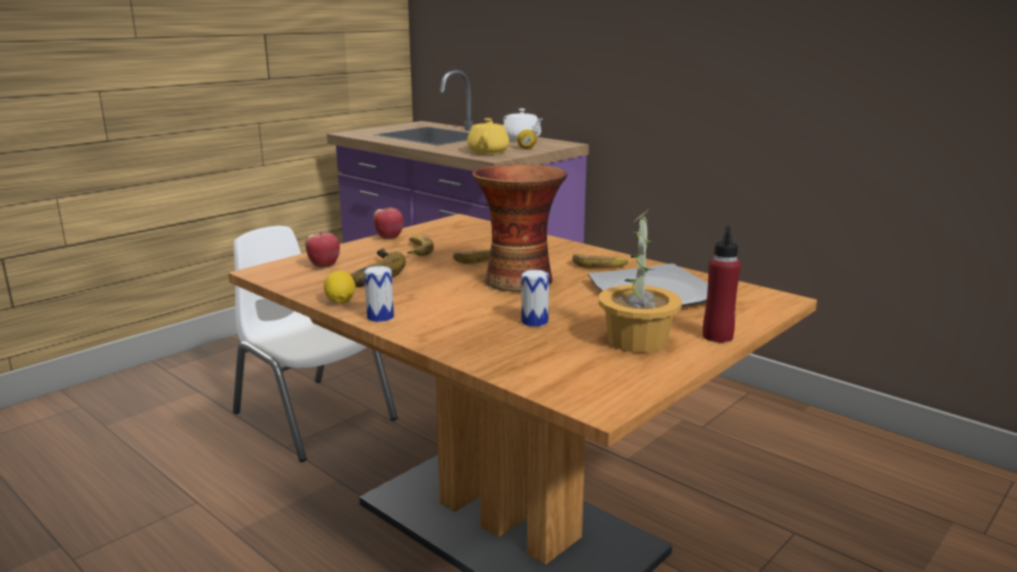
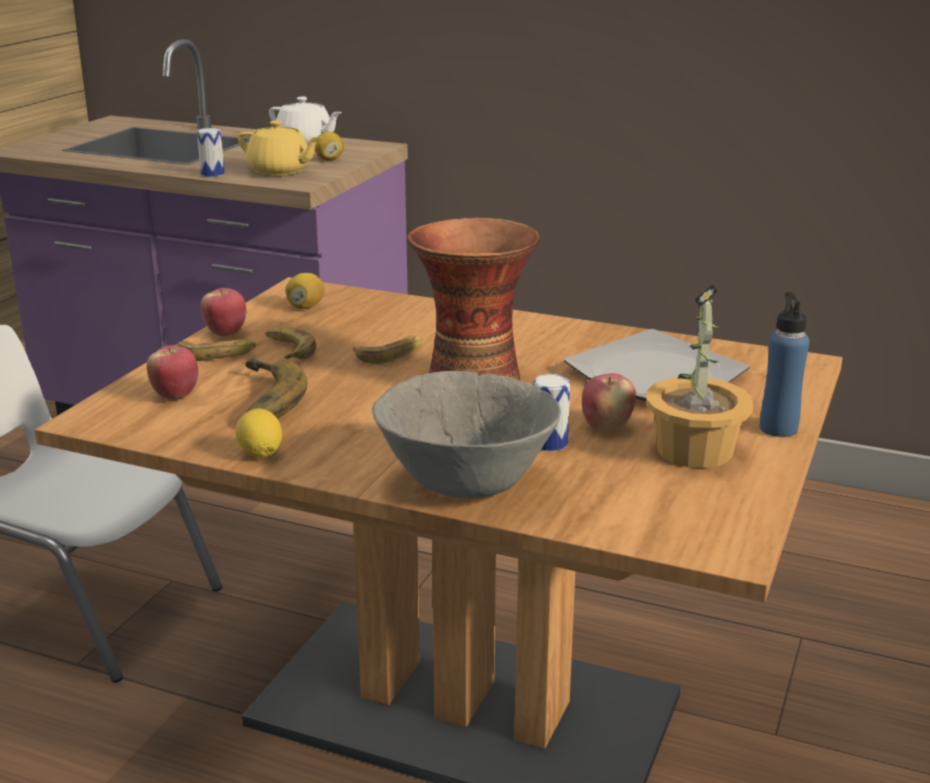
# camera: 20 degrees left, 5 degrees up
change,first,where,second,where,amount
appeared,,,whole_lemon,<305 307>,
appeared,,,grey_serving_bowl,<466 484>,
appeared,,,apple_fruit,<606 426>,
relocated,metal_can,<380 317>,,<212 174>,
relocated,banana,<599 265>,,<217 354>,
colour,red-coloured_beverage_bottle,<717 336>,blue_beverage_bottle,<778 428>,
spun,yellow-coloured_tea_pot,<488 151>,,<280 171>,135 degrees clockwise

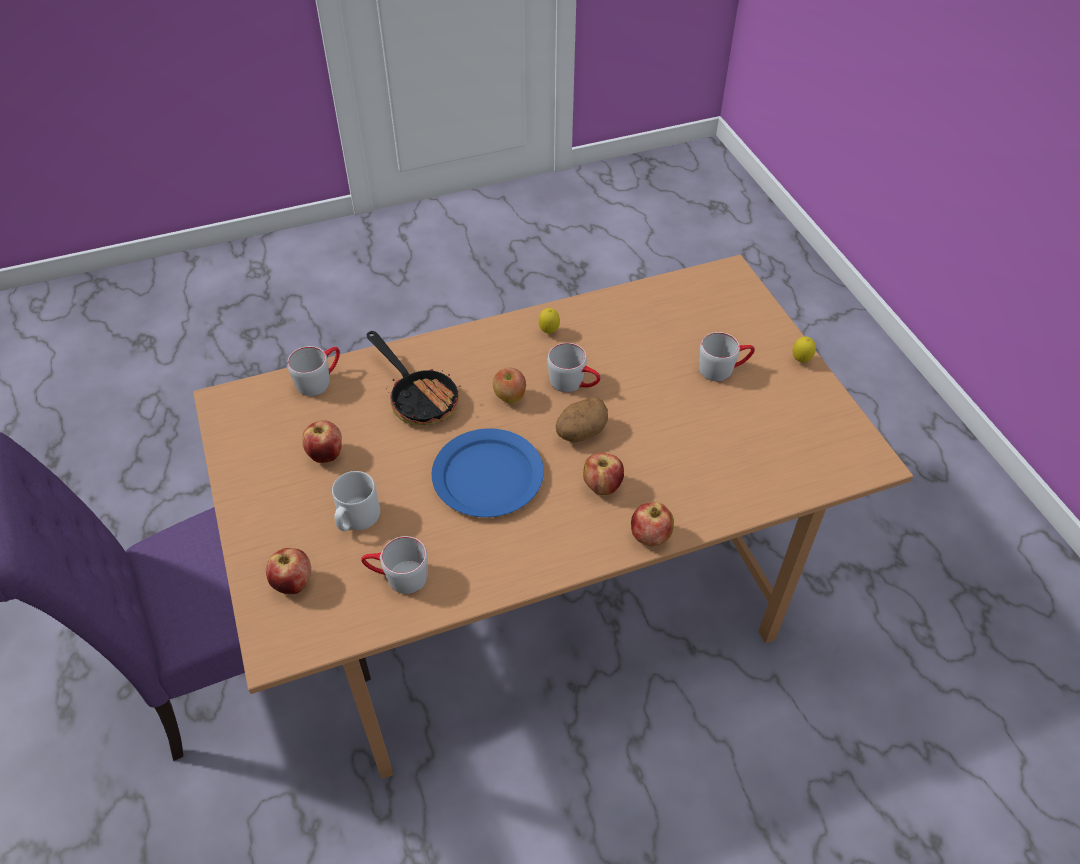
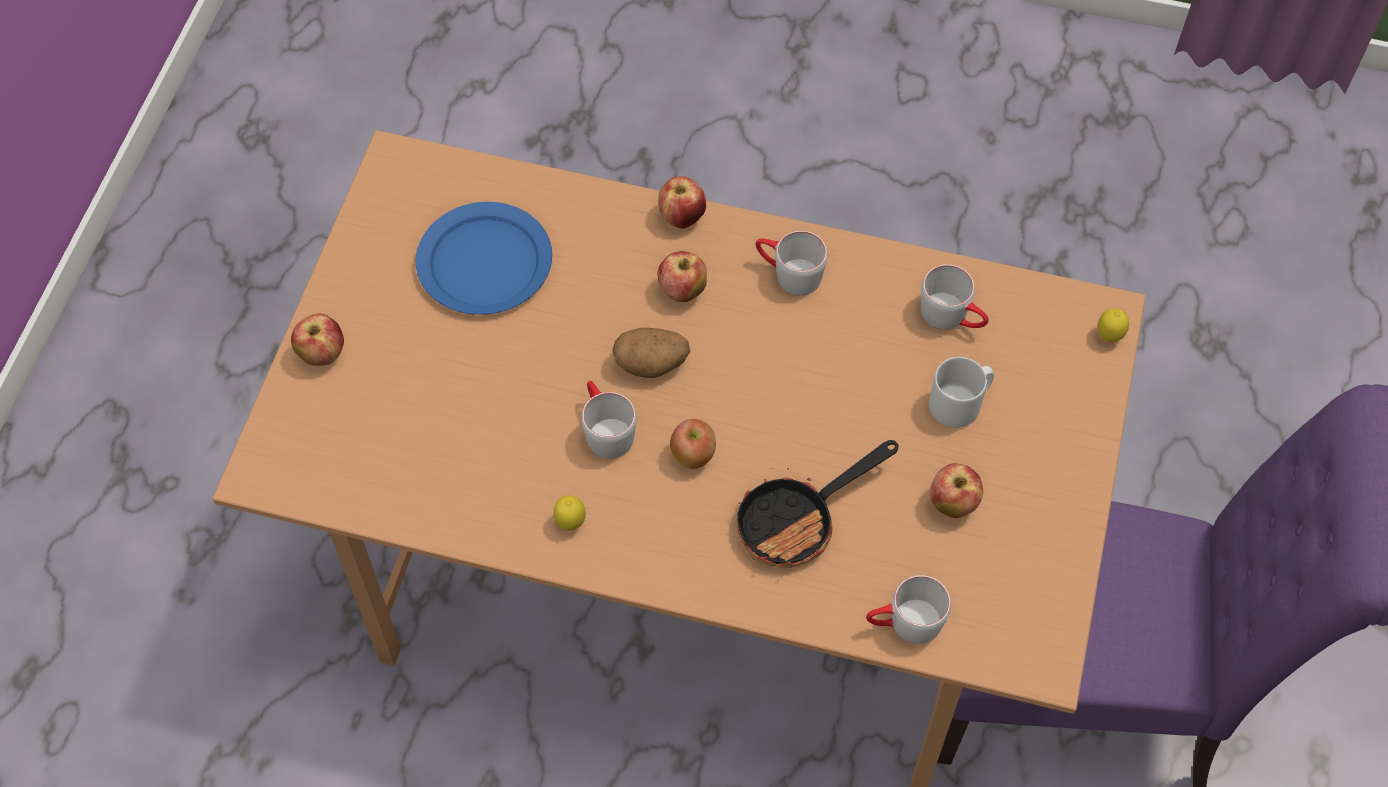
# camera: 145 degrees left, 10 degrees up
change,first,where,second,where,amount
relocated,apple_fruit,<293 583>,,<322 354>,
relocated,blue_plate,<487 476>,,<486 262>,
relocated,grey_coffee_mug,<723 368>,,<788 274>,
relocated,whole_lemon,<800 360>,,<1109 336>,
spun,frying_pan,<419 397>,,<798 521>,120 degrees counterclockwise

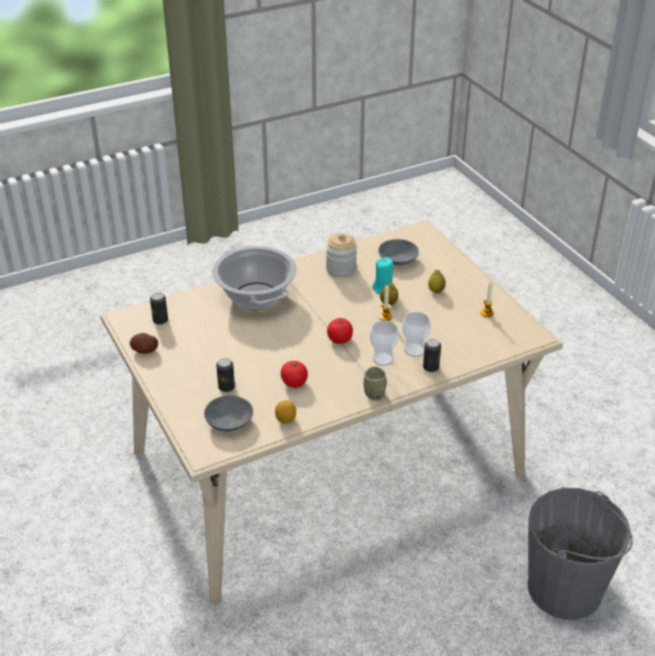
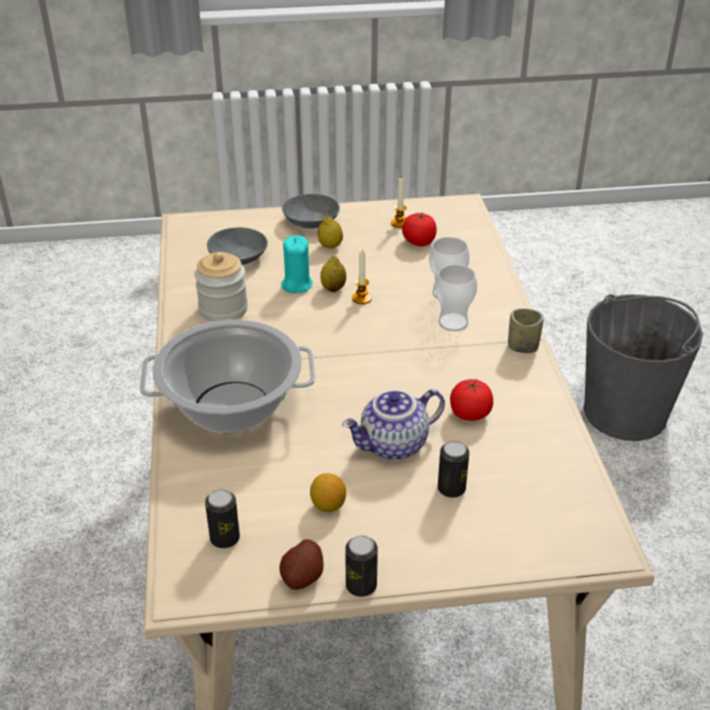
# camera: 70 degrees left, 0 degrees up
change,first,where,second,where,amount
appeared,,,tea_pot,<394 446>,
relocated,grey_serving_bowl,<229 422>,,<312 221>,
relocated,whole_lemon,<285 420>,,<328 505>,
relocated,tomato,<340 339>,,<419 242>,
relocated,metal_can,<431 367>,,<361 585>,

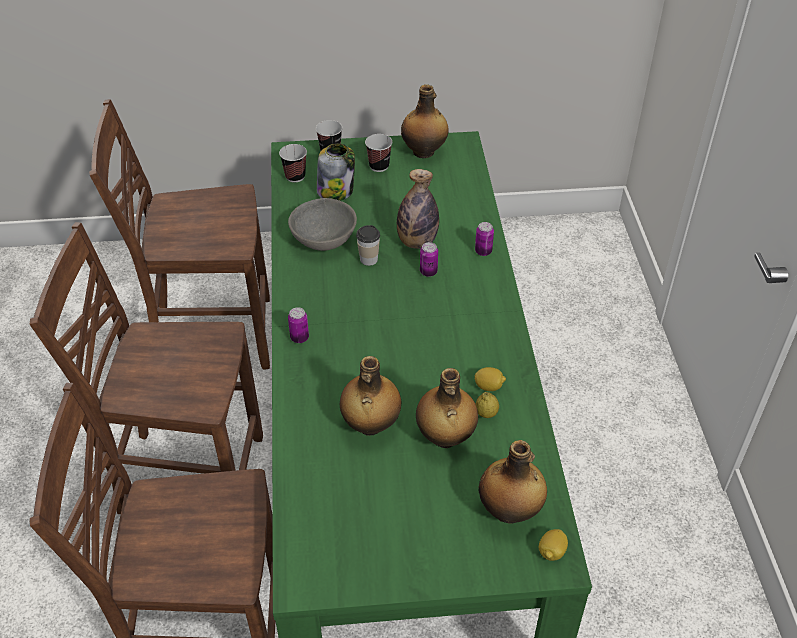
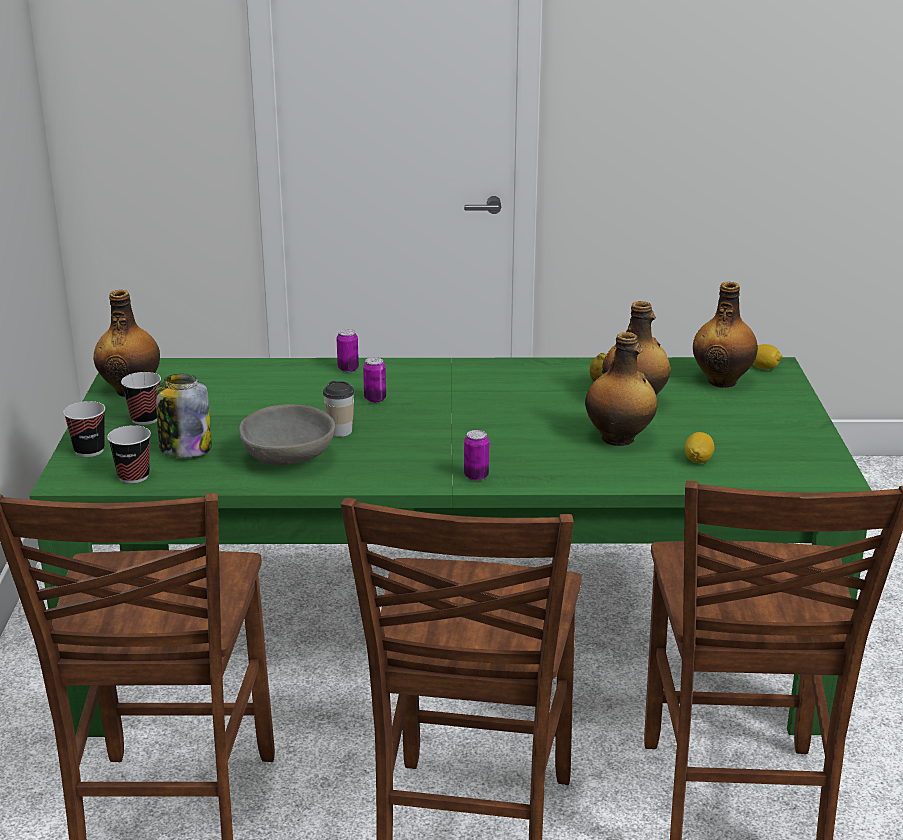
# camera: 85 degrees left, 20 degrees down
change,first,where,second,where,amount
missing,beverage_bottle,<417 242>,,,
relocated,whole_lemon,<489 386>,,<698 460>,

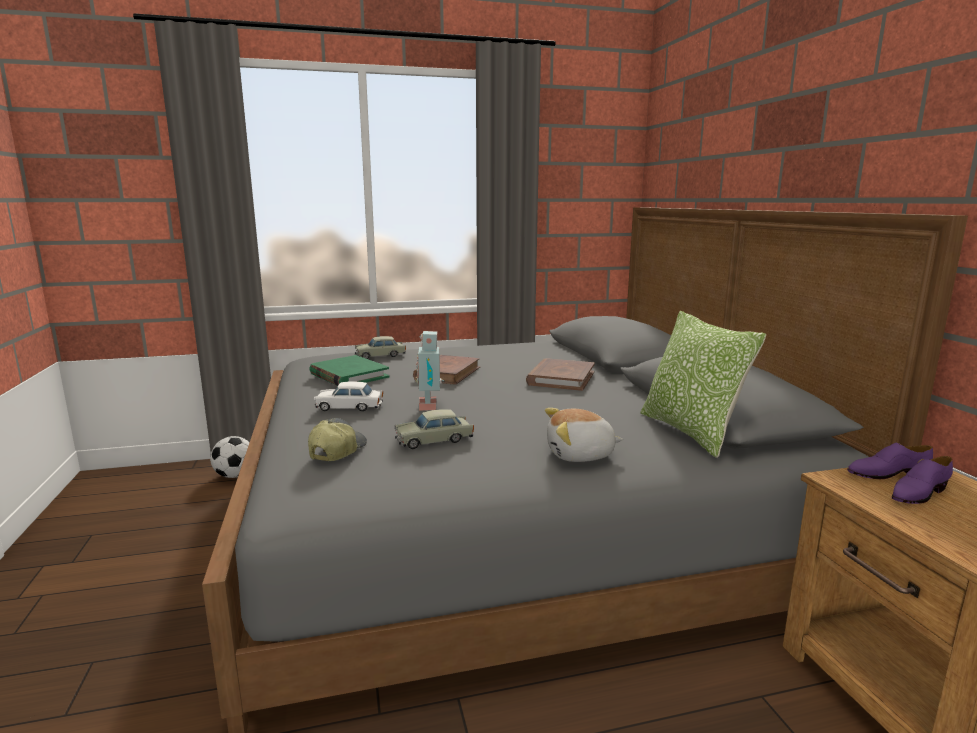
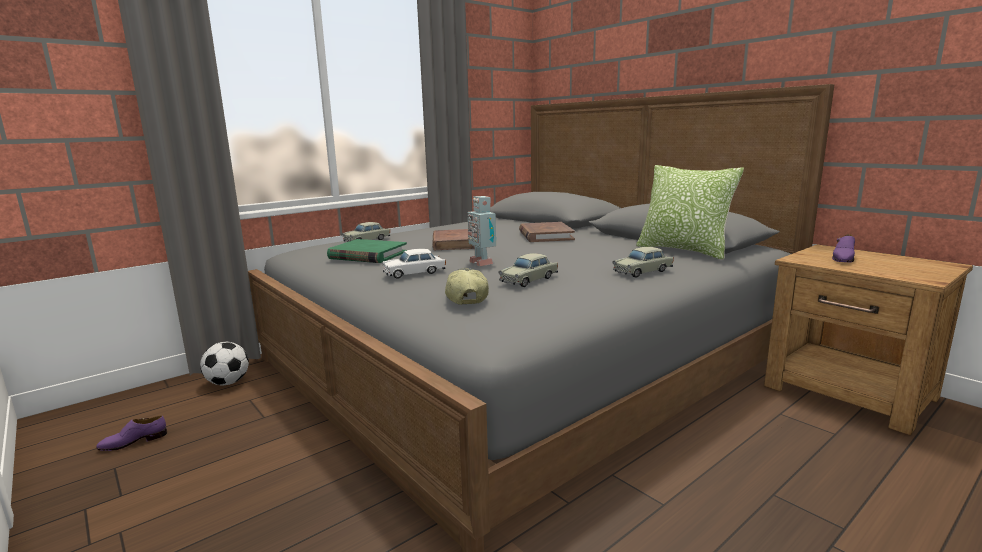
# camera: 25 degrees left, 0 degrees up
change,first,where,second,where,amount
relocated,purple-coloured_shoe,<886 474>,,<133 442>,
exchanged,cuddly_toy,<580 455>,beige-coloured_model_car,<643 271>,

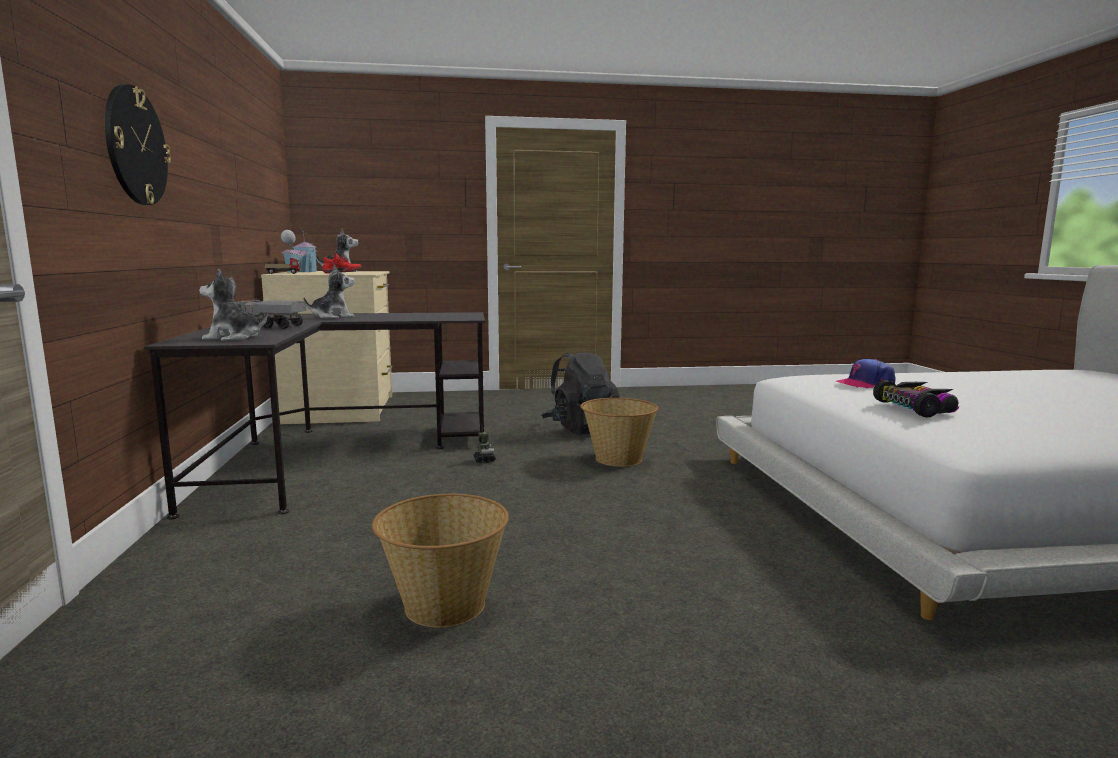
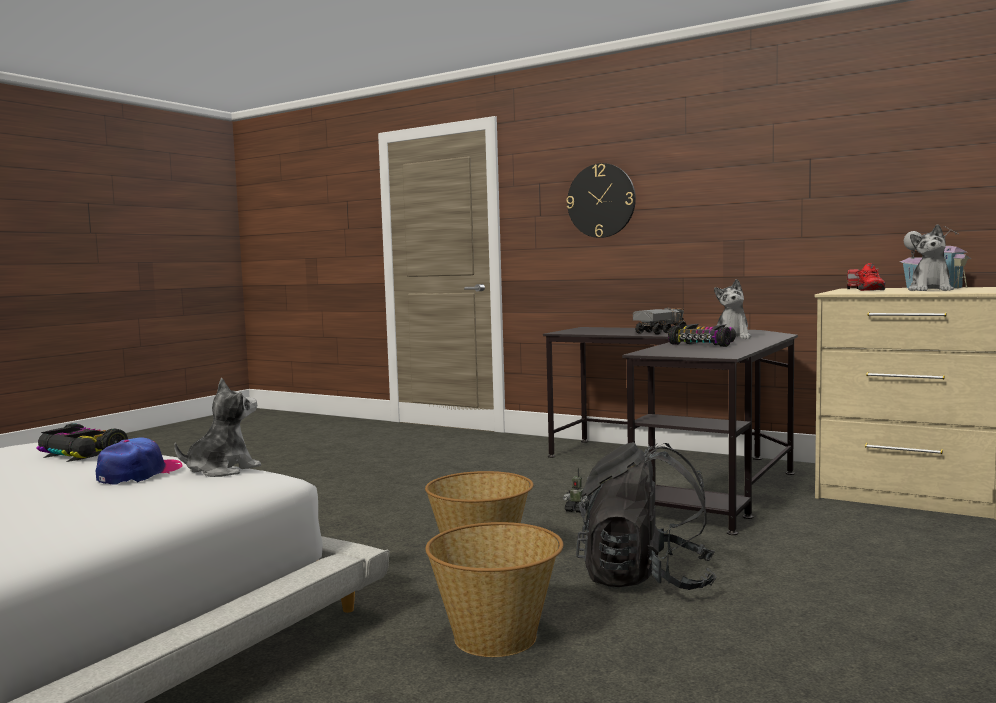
# camera: 130 degrees right, 5 degrees down
change,first,where,second,where,amount
appeared,,,model_car,<704 344>,
relocated,cuddly_toy,<233 338>,,<221 470>,
relocated,storage_basket,<444 604>,,<497 637>,

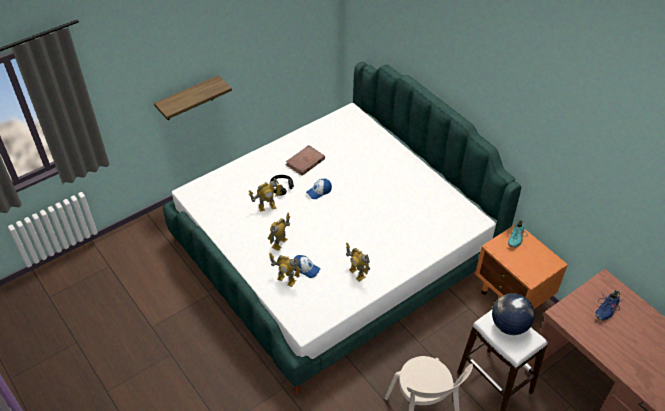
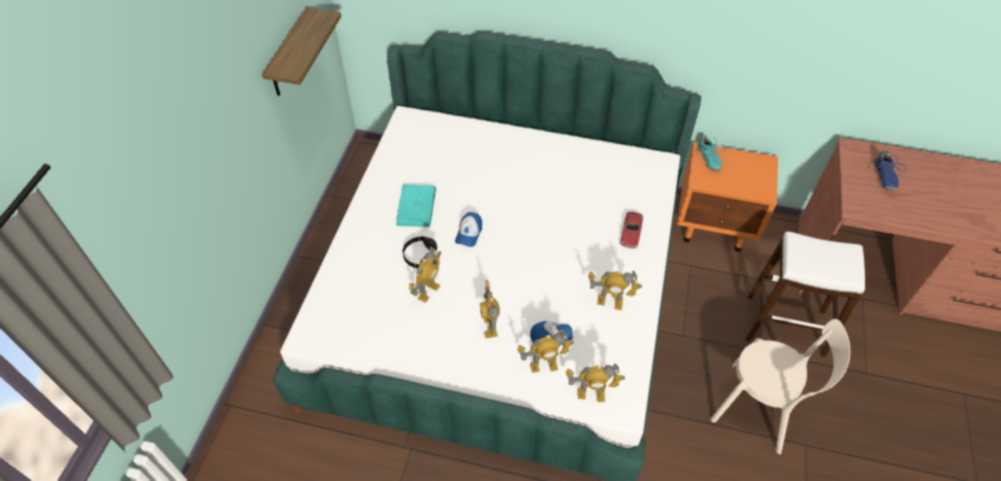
# camera: 40 degrees left, 5 degrees up
change,first,where,second,where,amount
missing,world_globe,<509 325>,,,
appeared,,,robot_figure,<591 394>,
appeared,,,model_car,<630 233>,
relocated,shelf,<188 99>,,<289 55>,
colour,brownish_bound_book,<305 162>,turquoise_bound_book,<416 208>,

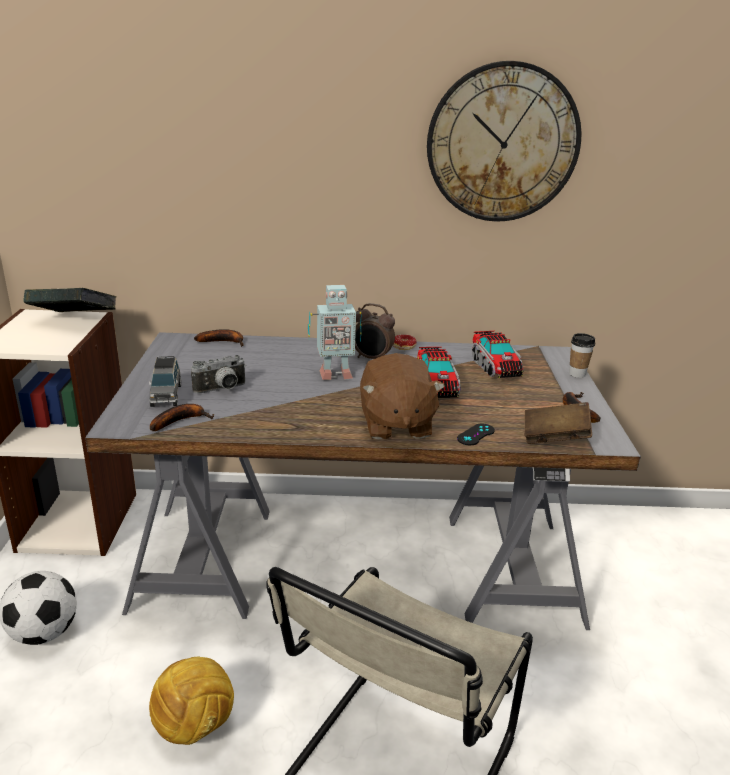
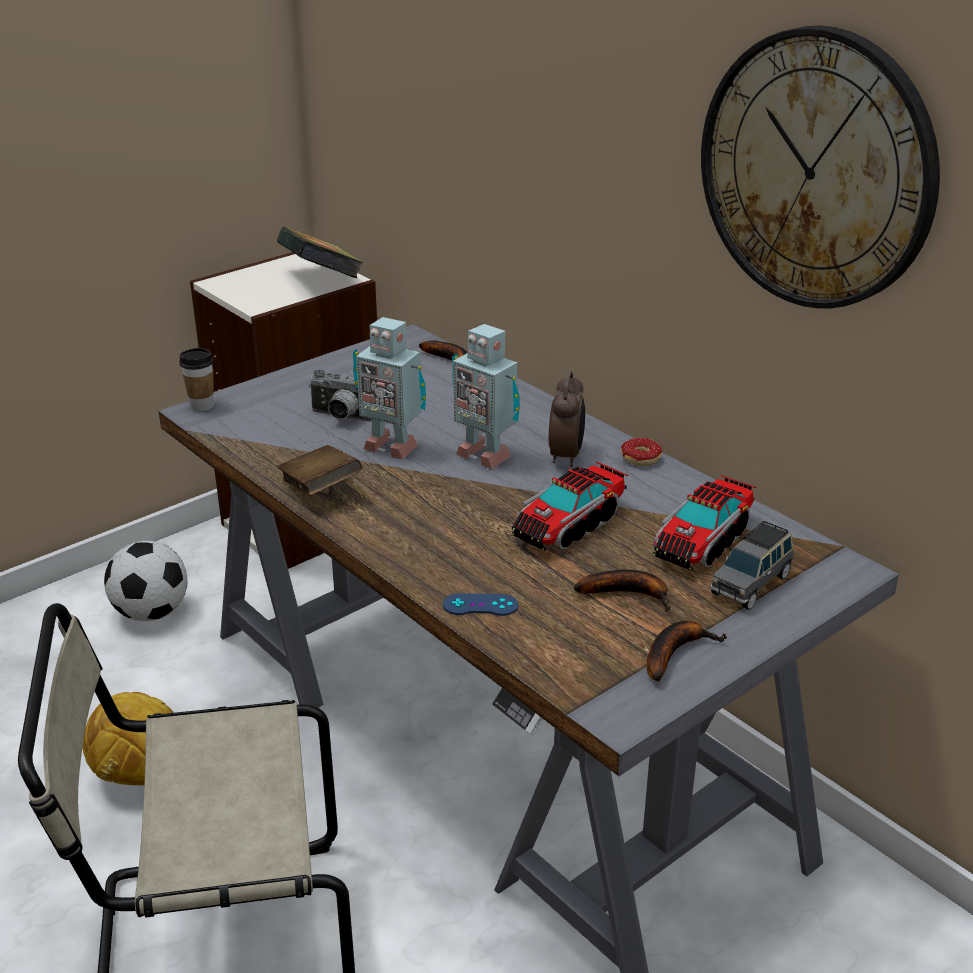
# camera: 50 degrees right, 5 degrees up
change,first,where,second,where,amount
missing,brownish_cuddly_toy,<395 424>,,,
appeared,,,robot_figure,<391 446>,
relocated,grey_model_car,<166 395>,,<751 584>,
relocated,banana,<180 421>,,<629 594>,
relocated,brownish_bound_book,<554 438>,,<320 489>,
relocated,drinking_cup,<577 374>,,<202 406>,
colour,black-coloured_gamepad,<476 434>,blue_gamepad,<480 605>,
spun,table_clock,<372 359>,,<566 456>,150 degrees counterclockwise

